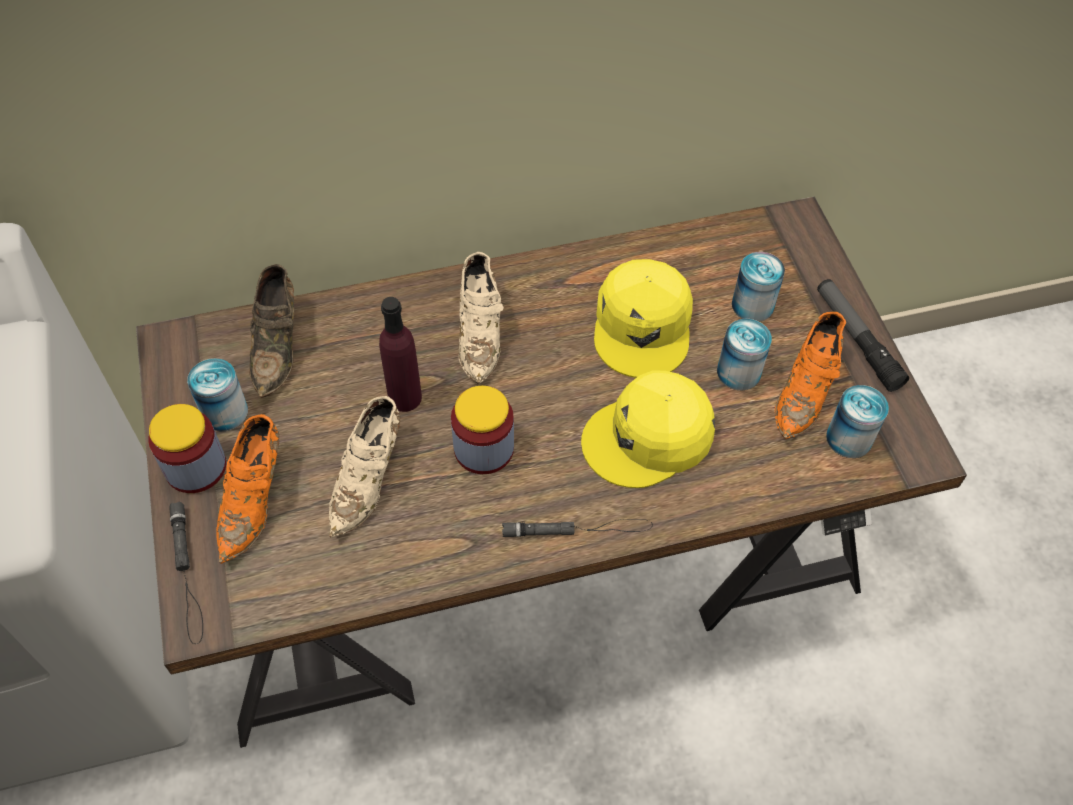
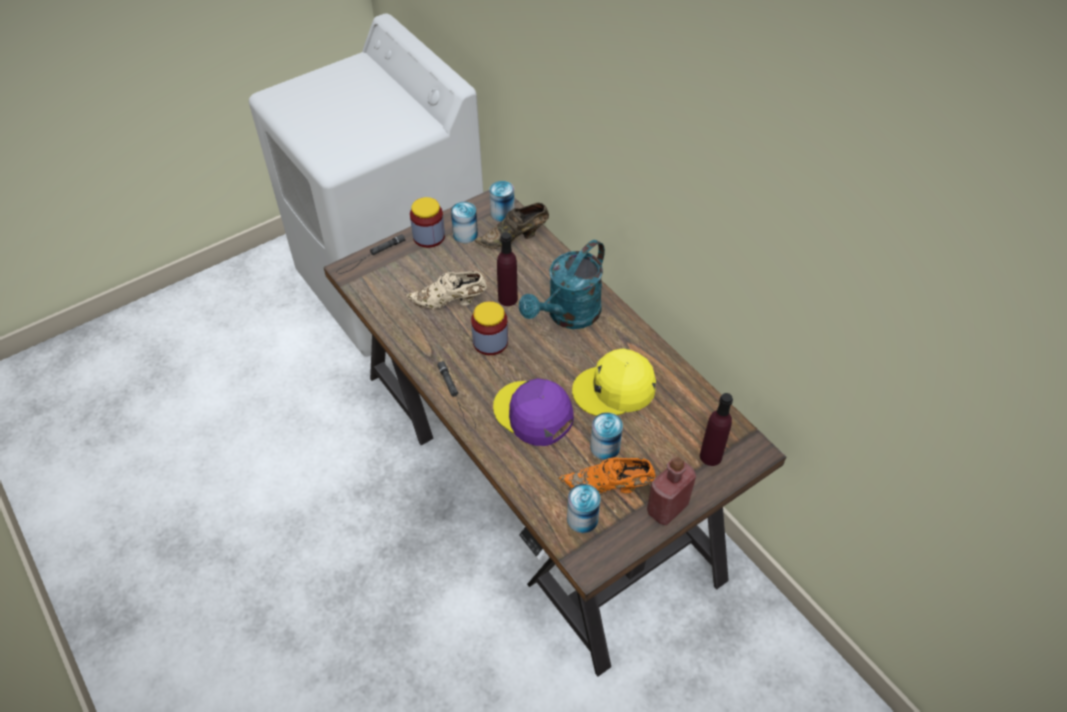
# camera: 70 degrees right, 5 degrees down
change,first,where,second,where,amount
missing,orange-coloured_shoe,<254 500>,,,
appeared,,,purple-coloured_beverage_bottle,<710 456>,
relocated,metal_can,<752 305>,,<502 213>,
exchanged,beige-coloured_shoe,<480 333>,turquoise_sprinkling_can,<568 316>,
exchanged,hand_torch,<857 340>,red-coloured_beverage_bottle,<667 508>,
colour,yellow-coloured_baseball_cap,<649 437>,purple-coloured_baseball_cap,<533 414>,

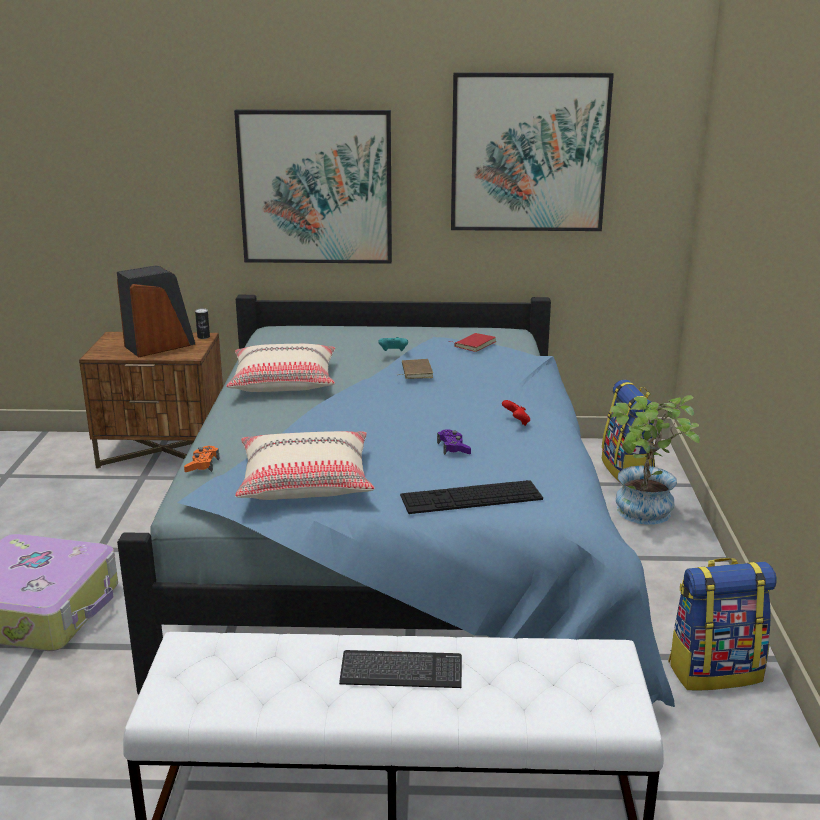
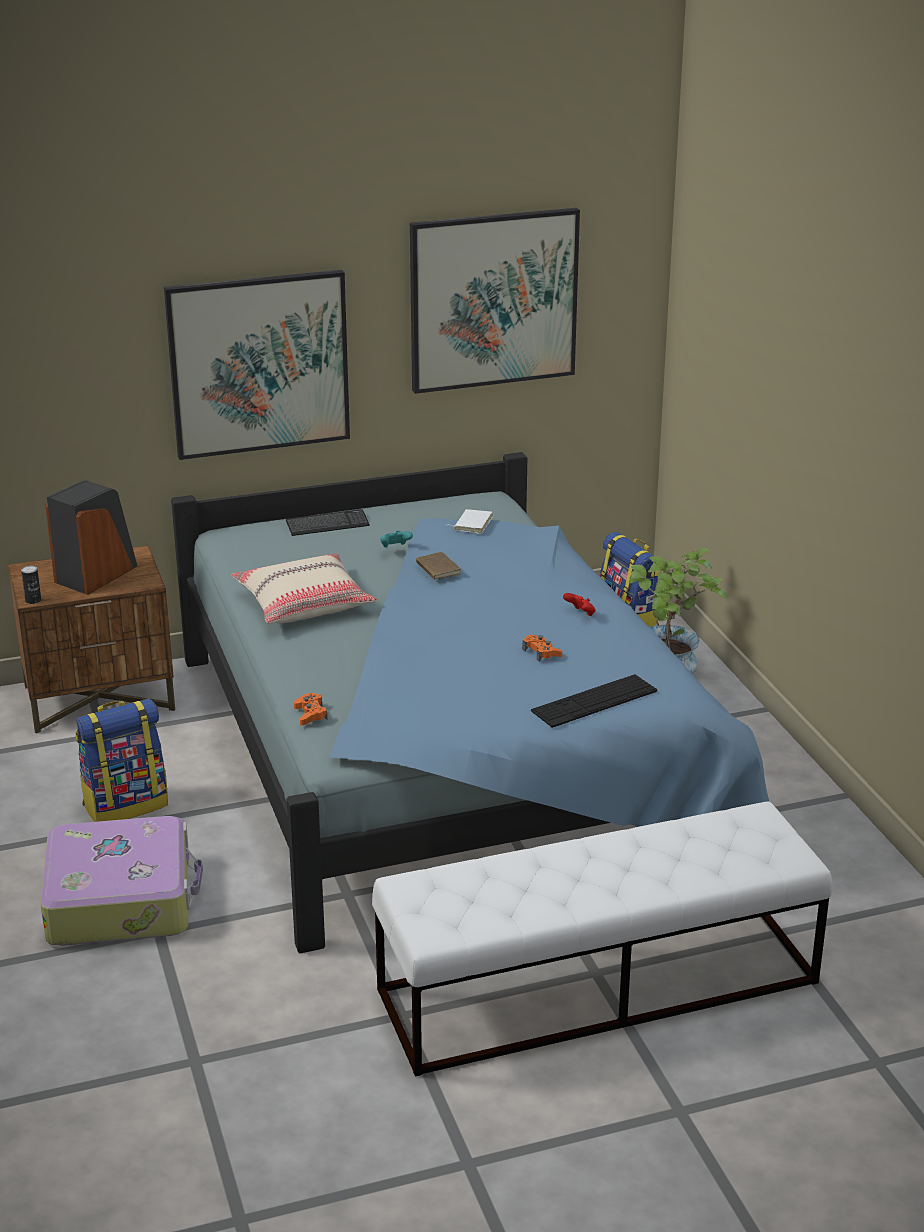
# camera: 20 degrees left, 5 degrees up
change,first,where,second,where,amount
missing,beige-coloured_throw_pillow,<306 481>,,,
relocated,metal_can,<203 337>,,<33 600>,
relocated,computer_keyboard,<401 672>,,<327 524>,
relocated,rucksack,<714 671>,,<126 805>,
colour,purple-coloured_gamepad,<453 448>,orange-coloured_gamepad,<541 652>,
colour,red-coloured_bound_book,<474 344>,white-coloured_bound_book,<471 523>,

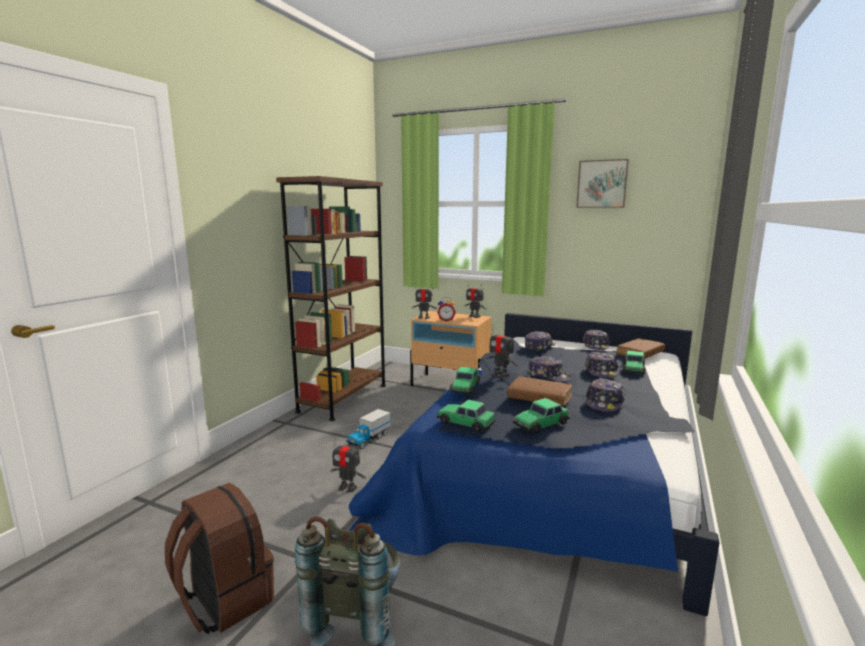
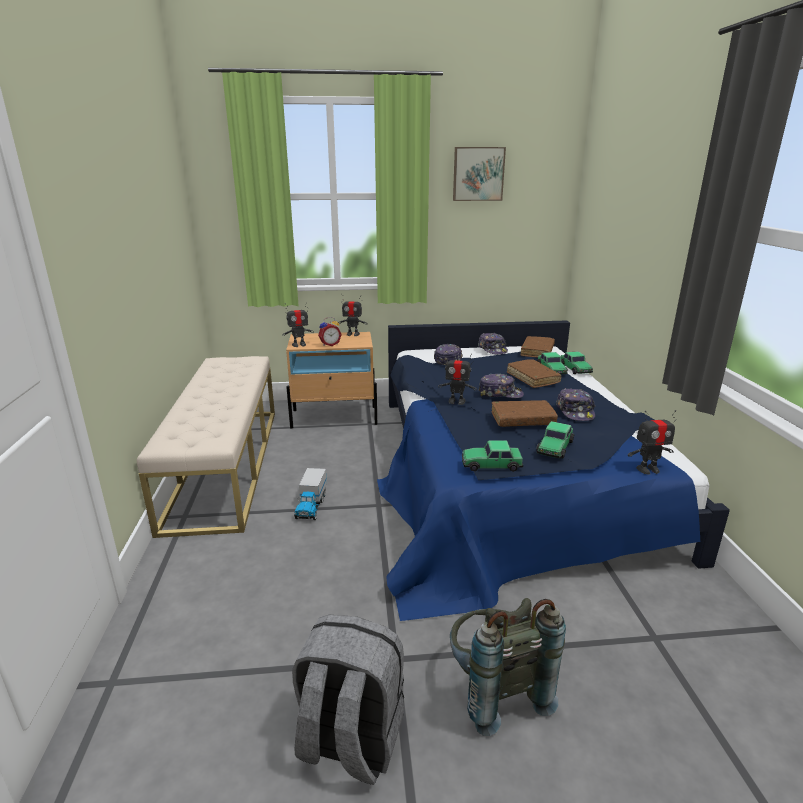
# camera: 30 degrees left, 10 degrees up
change,first,where,second,where,amount
relocated,robot_figure,<347 487>,,<648 469>,
relocated,model_car,<465 387>,,<575 369>,
exchanged,brownish_bookshelf,<343 398>,beige-coloured_indoor_bench,<225 463>,
exchanged,baseball_cap,<601 371>,brownish_bound_book,<532 378>,
colour,brownish_rucksack,<224 600>,grey_rucksack,<350 741>,

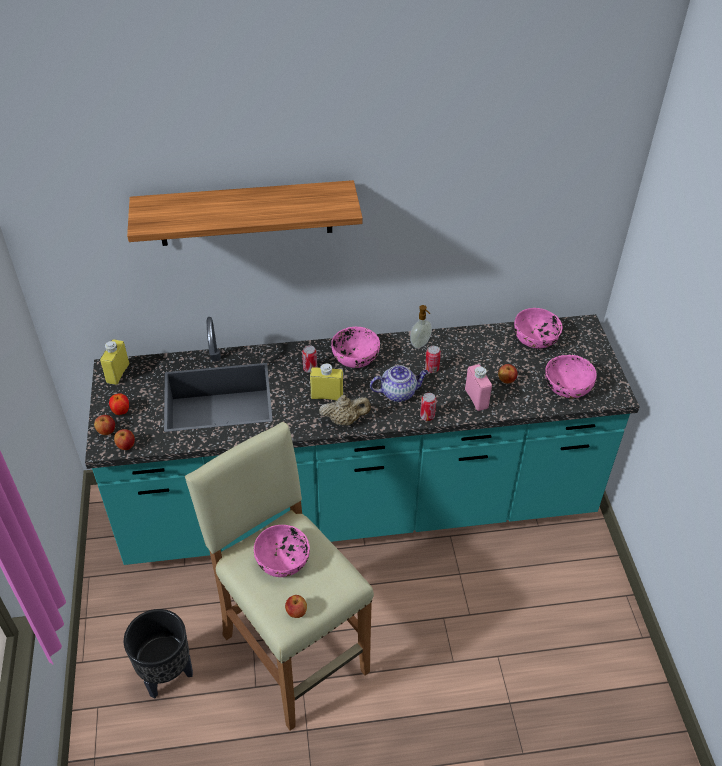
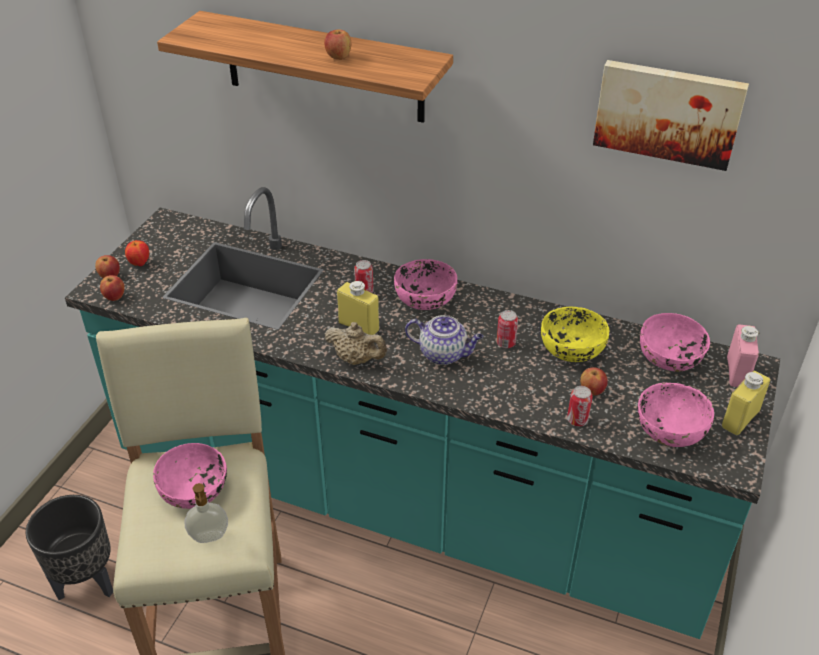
# camera: 30 degrees right, 5 degrees down
change,first,where,second,where,amount
appeared,,,yellow-coloured_serving_bowl,<572 348>,
appeared,,,picture,<668 112>,
relocated,yellow-coloured_beverage_bottle,<118 373>,,<740 419>,
relocated,apple_fruit,<296 612>,,<338 57>,
relocated,liquid_soap_bottle,<420 344>,,<209 537>,
relocated,metal_can,<427 416>,,<577 420>,
relocated,pink-coloured_beverage_bottle,<476 399>,,<736 372>,

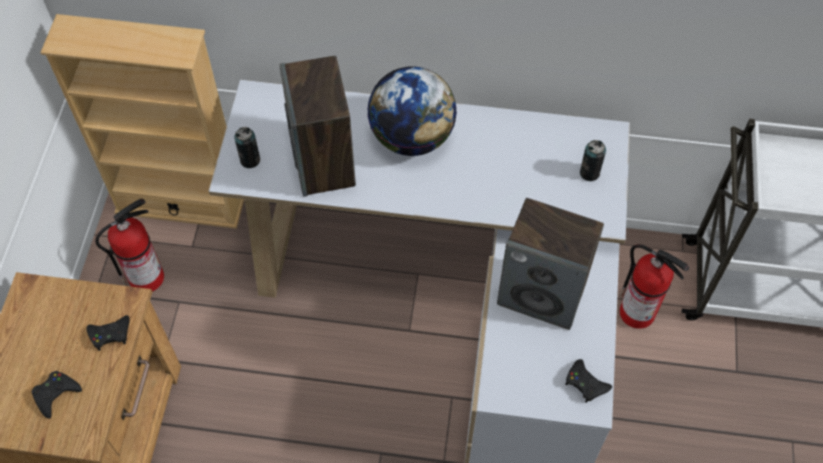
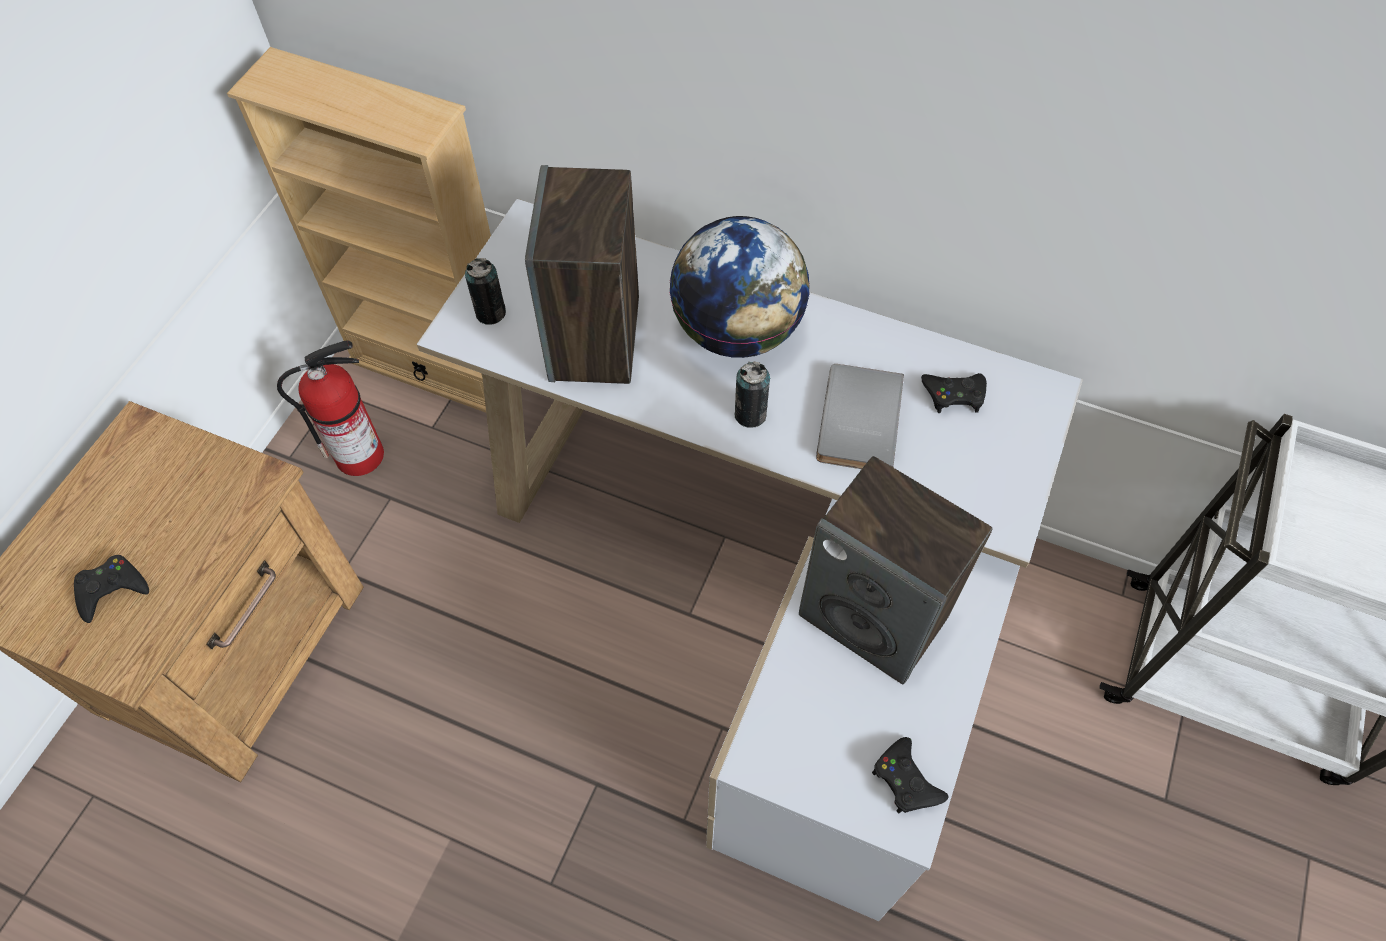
# camera: 15 degrees right, 0 degrees up
change,first,where,second,where,amount
missing,fire_extinguisher,<638 313>,,,
appeared,,,grey_bound_book,<855 420>,
relocated,black-coloured_gamepad,<110 334>,,<954 395>,
relocated,metal_can,<589 173>,,<750 414>,

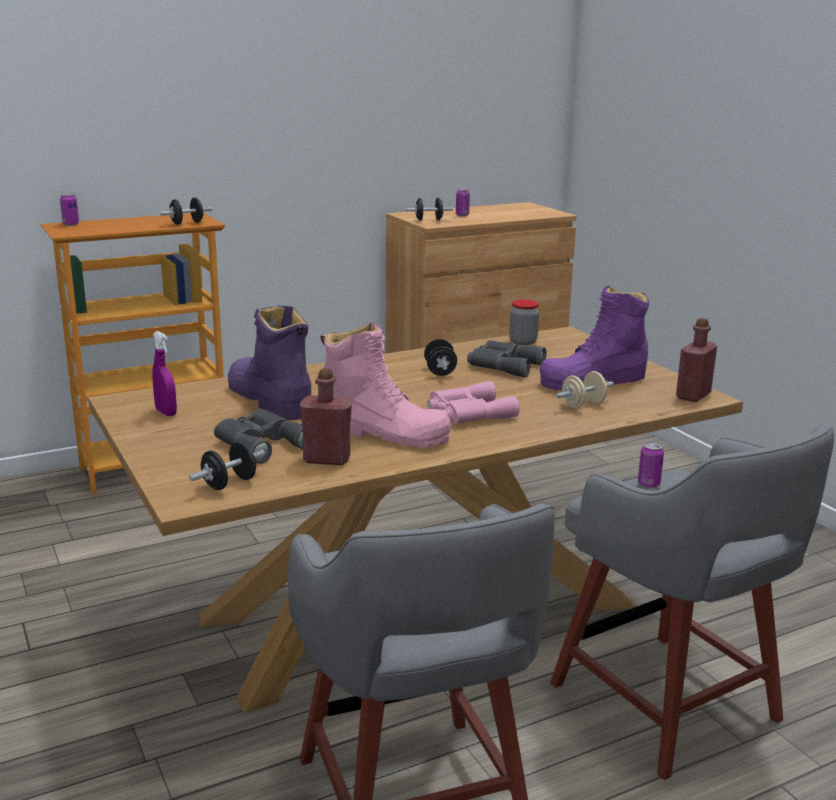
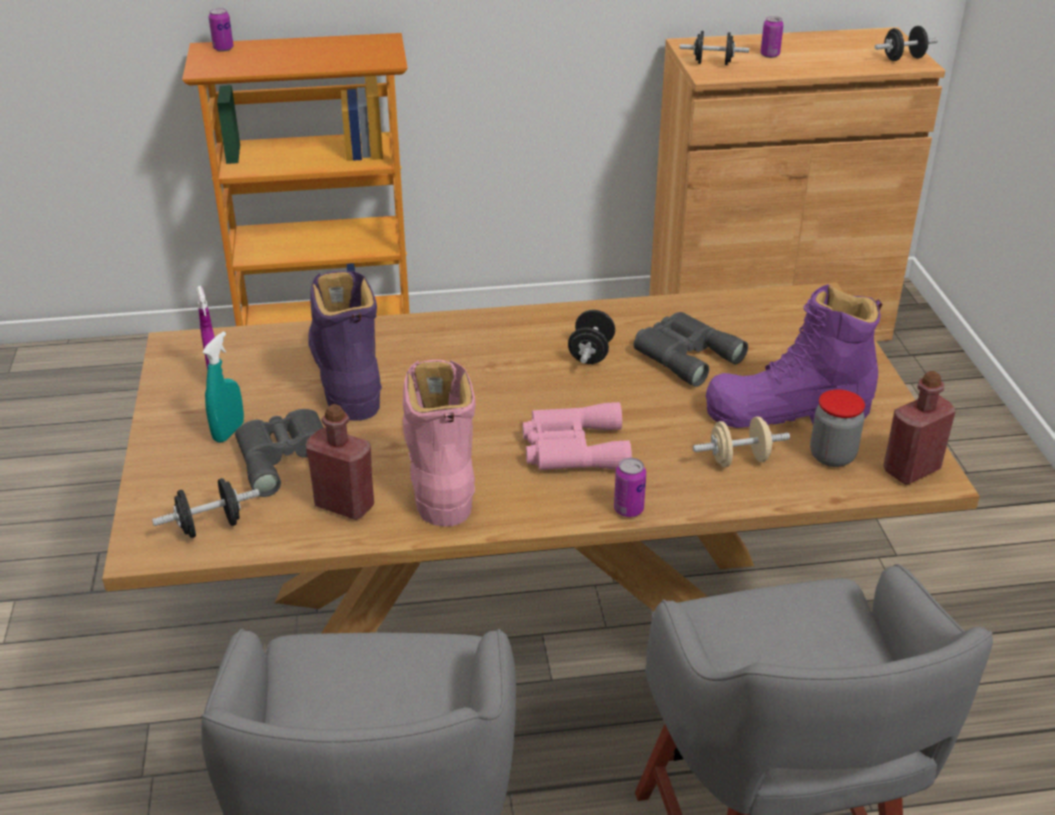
# camera: 20 degrees right, 15 degrees up
change,first,where,second,where,amount
appeared,,,turquoise_spray_bottle,<229 432>,
relocated,black-coloured_dumbbell,<187 223>,,<903 58>,
relocated,preserve_jar,<523 342>,,<832 456>,
relocated,metal_can,<648 484>,,<628 509>,
spun,pink-coloured_high-top_boot,<383 433>,,<442 468>,135 degrees counterclockwise

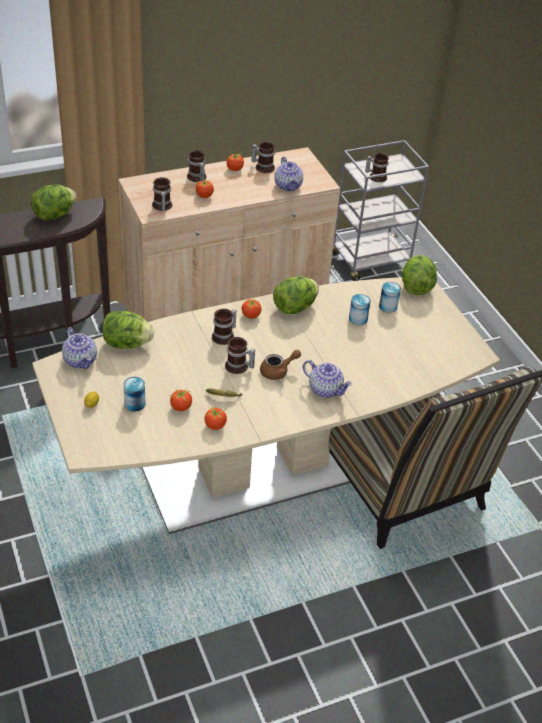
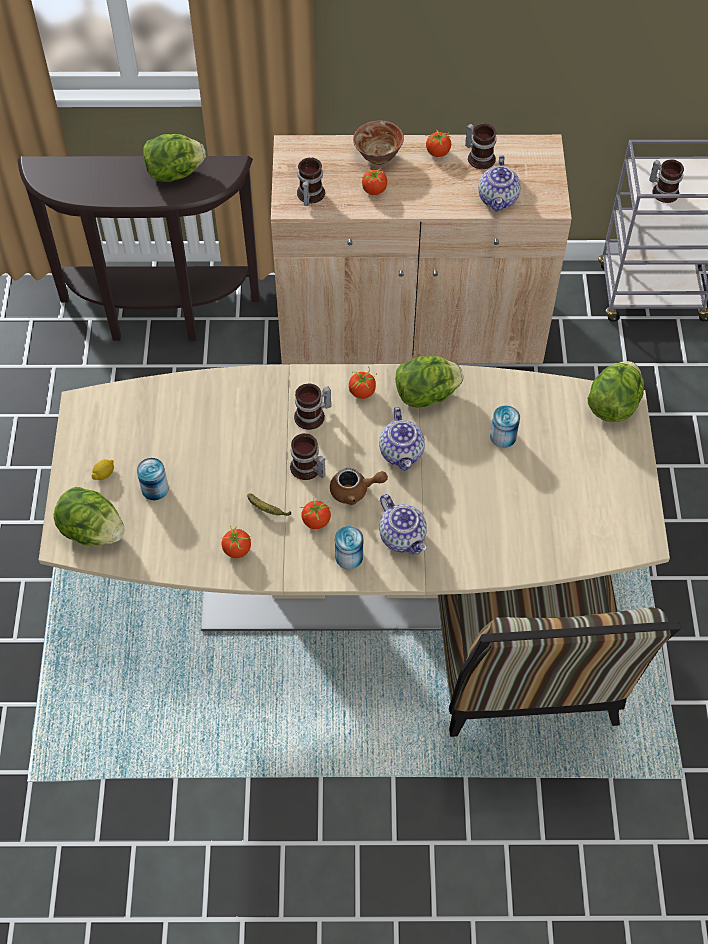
# camera: 25 degrees right, 15 degrees up
change,first,where,second,where,amount
relocated,tea_pot,<81 361>,,<402 453>,
relocated,head_of_lettuce,<127 344>,,<92 531>,
relocated,tomato,<181 407>,,<316 521>,
relocated,metal_can,<388 306>,,<349 556>,
exchanged,coffee_mug,<196 178>,serving_bowl,<378 157>,

